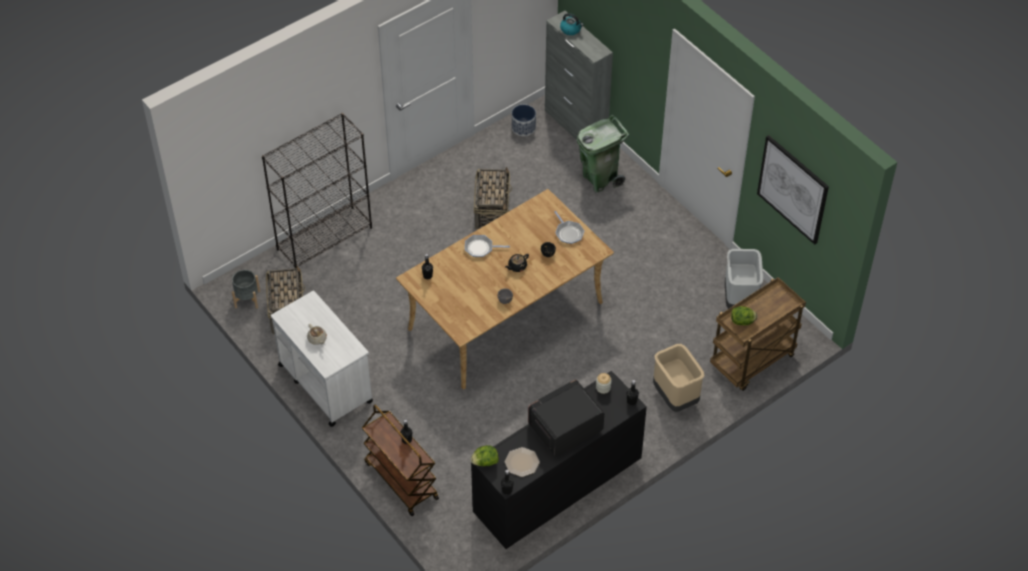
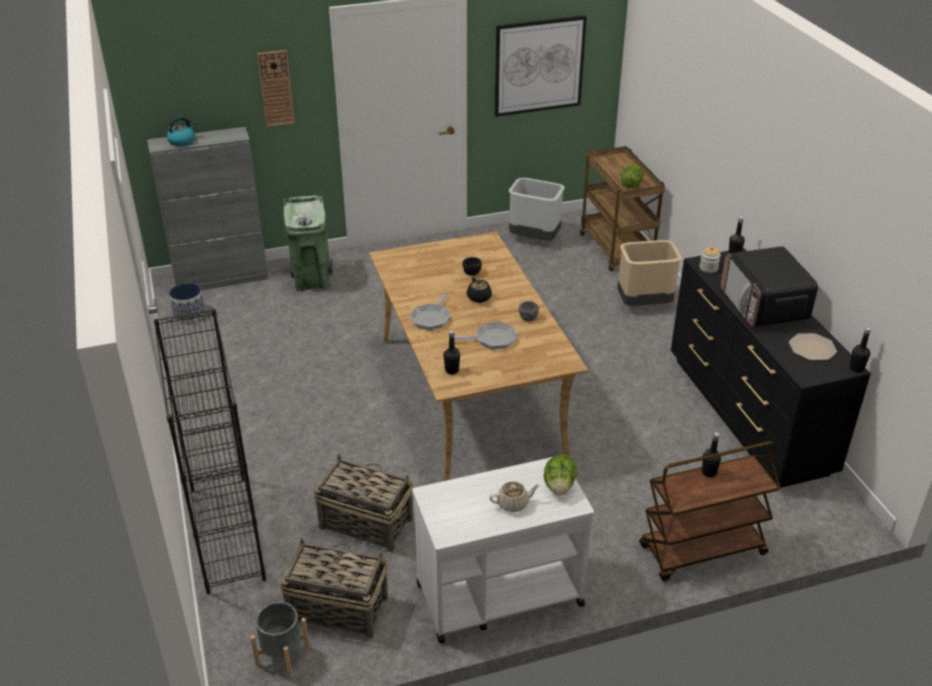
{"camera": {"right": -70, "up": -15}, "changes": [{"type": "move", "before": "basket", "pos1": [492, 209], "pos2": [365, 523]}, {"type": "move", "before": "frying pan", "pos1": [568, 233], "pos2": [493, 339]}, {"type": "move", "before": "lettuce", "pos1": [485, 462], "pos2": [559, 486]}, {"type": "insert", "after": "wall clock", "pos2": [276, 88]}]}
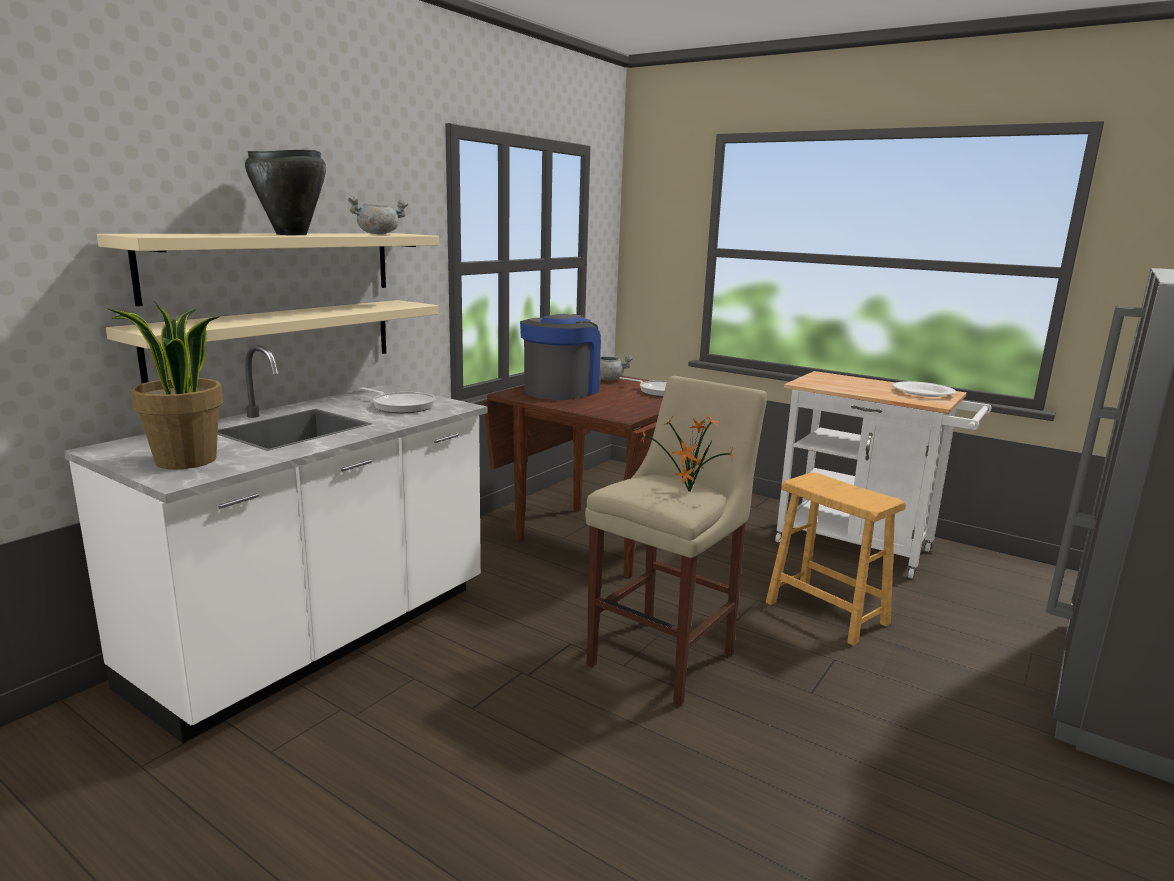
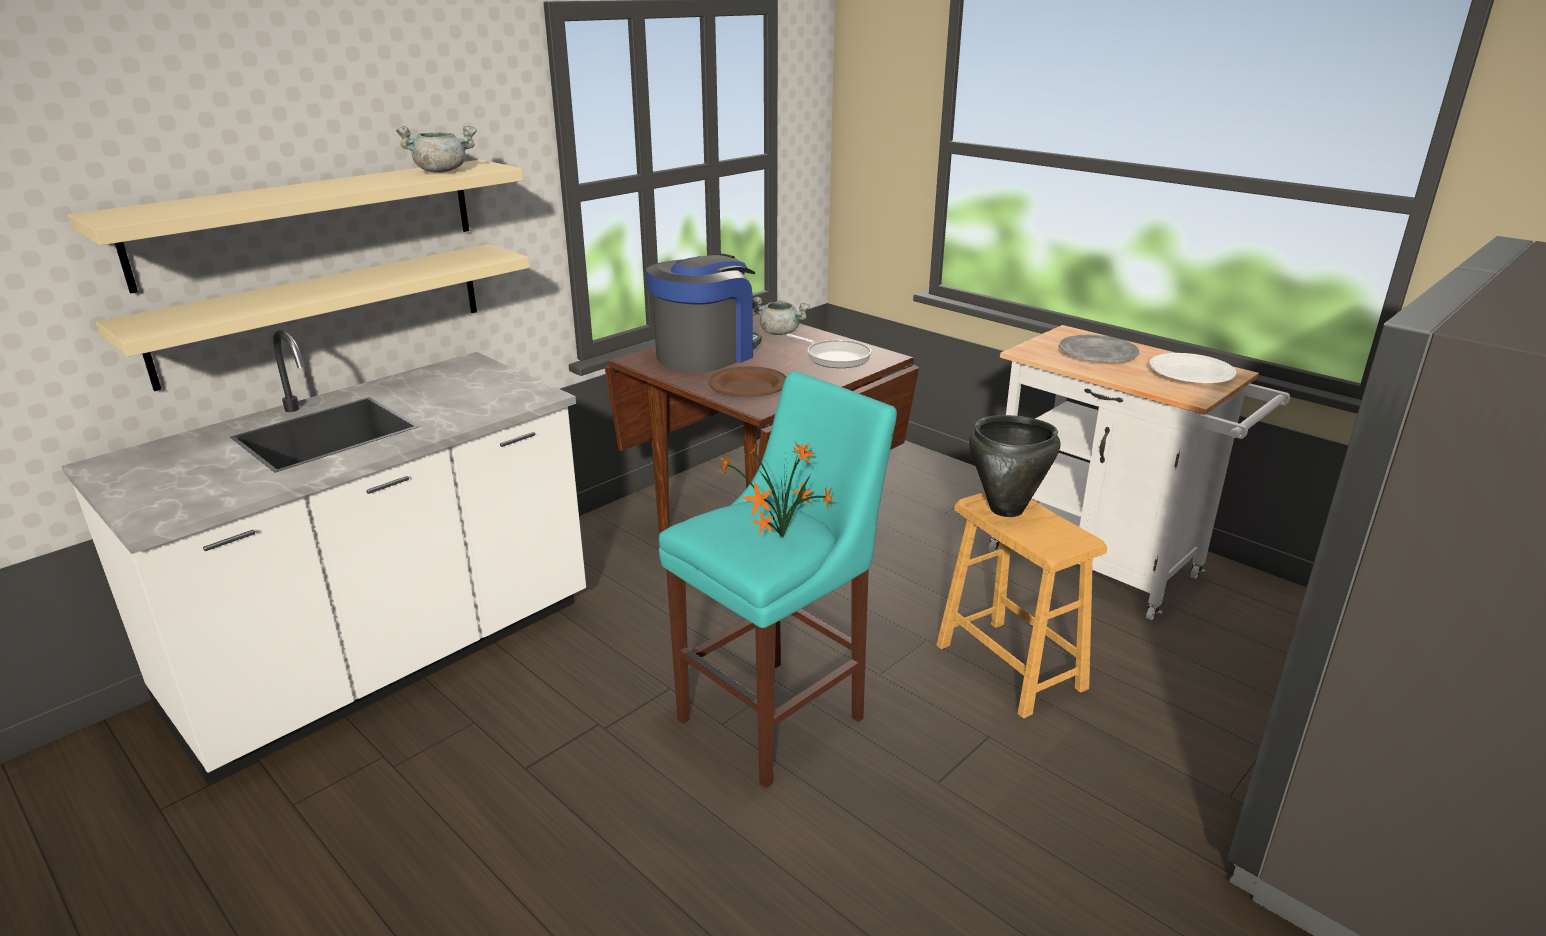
{"camera": {"right": 10, "up": 10}, "changes": [{"type": "move", "before": "black cooking pot", "pos1": [291, 234], "pos2": [1007, 509]}, {"type": "delete", "before": "potted plant", "pos1": [185, 461]}, {"type": "recolor", "before": "beige stool", "after": "turquoise stool", "pos1": [667, 656], "pos2": [779, 715]}, {"type": "delete", "before": "frying pan", "pos1": [401, 406]}, {"type": "insert", "after": "grey plate", "pos2": [1097, 353]}, {"type": "insert", "after": "brown plate", "pos2": [748, 387]}]}
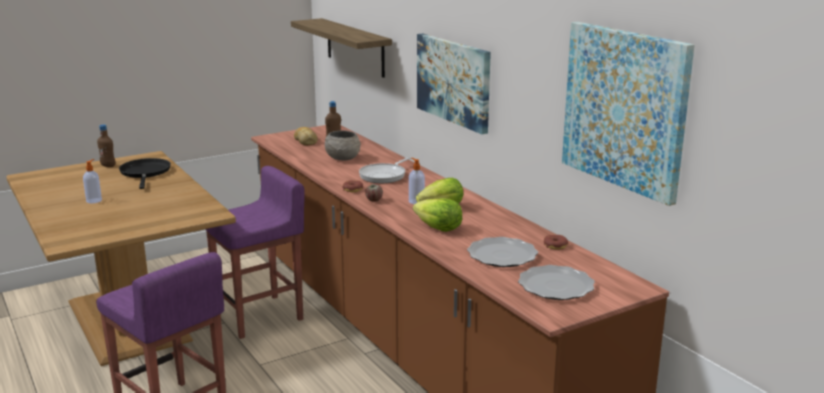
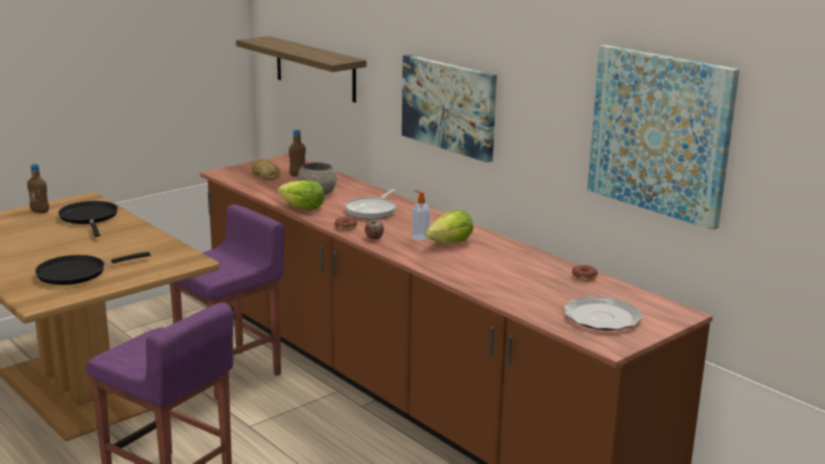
{"camera": {"right": -10, "up": 0}, "changes": [{"type": "delete", "before": "soap dispenser", "pos1": [94, 200]}, {"type": "move", "before": "lettuce", "pos1": [438, 228], "pos2": [302, 208]}, {"type": "delete", "before": "plate", "pos1": [502, 255]}, {"type": "insert", "after": "black frying pan", "pos2": [76, 273]}]}
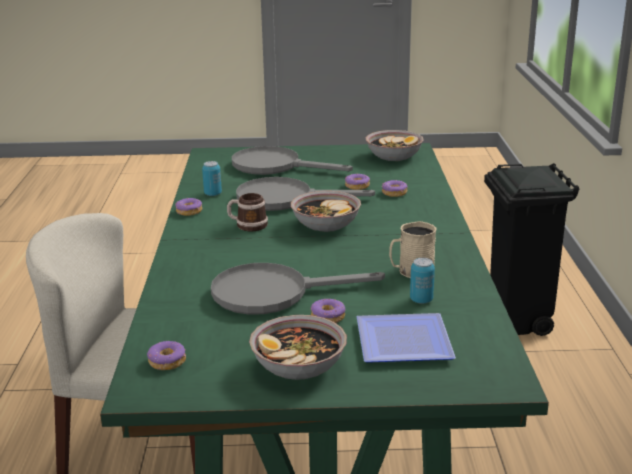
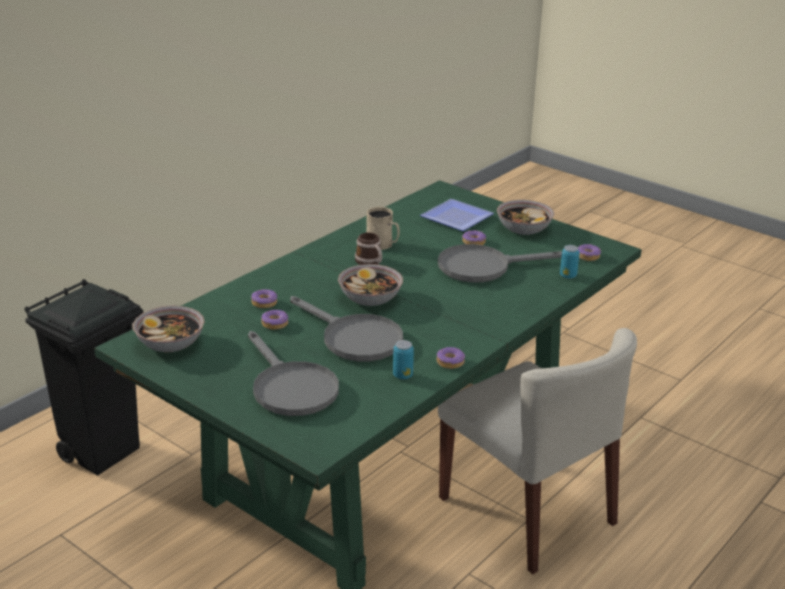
{"camera": {"right": -140, "up": 5}, "changes": [{"type": "move", "before": "mug", "pos1": [247, 225], "pos2": [370, 262]}, {"type": "move", "before": "can", "pos1": [421, 300], "pos2": [568, 276]}, {"type": "rotate", "before": "grey frying pan", "pos1": [274, 293], "pos2": [483, 267], "turn": 135}]}
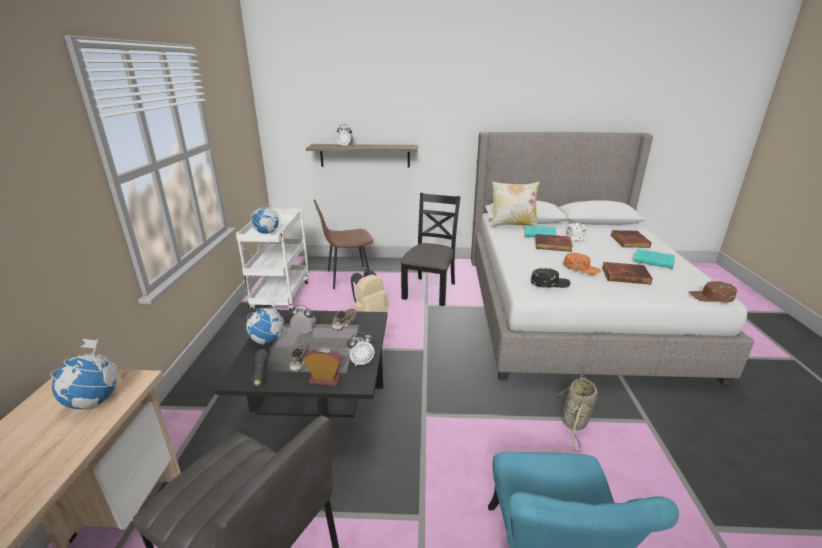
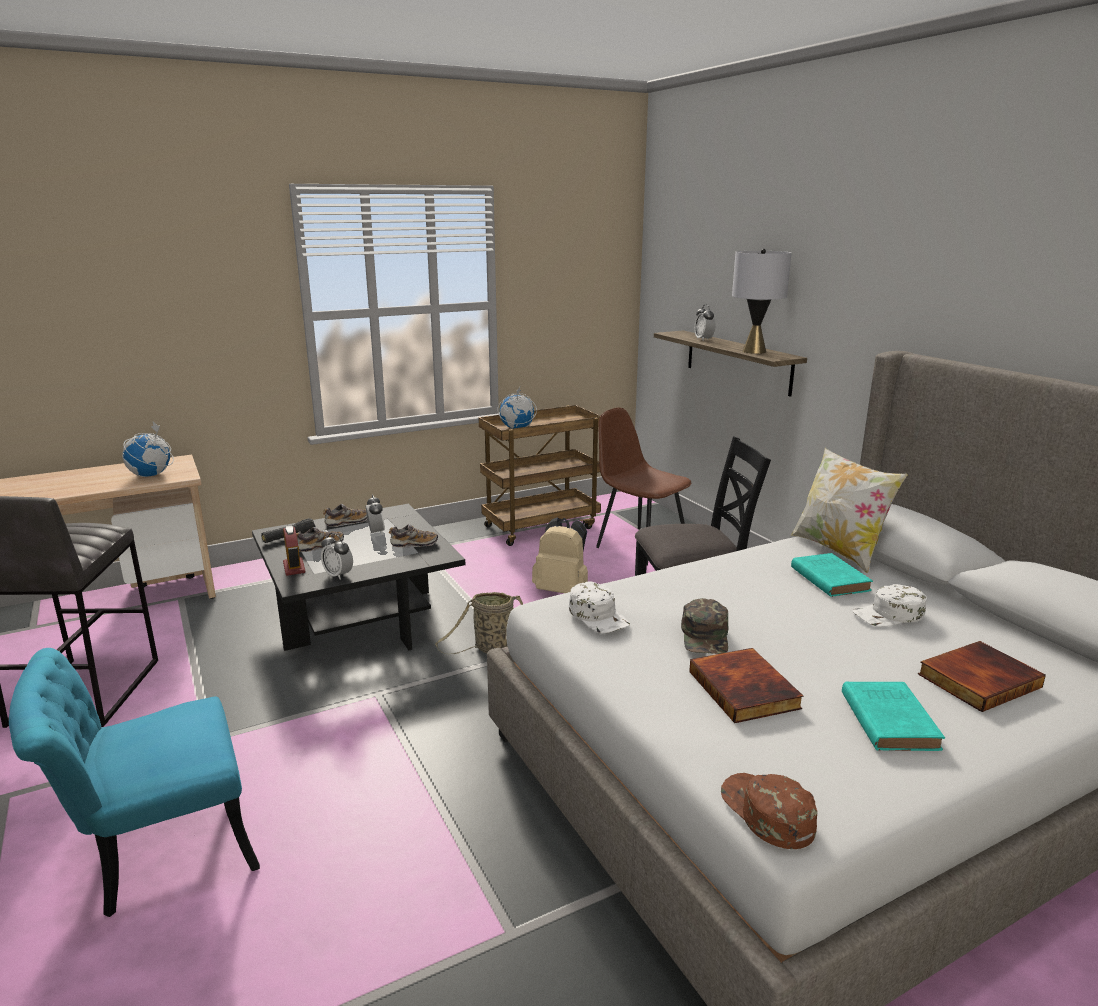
{"camera": {"right": 60, "up": -5}, "changes": [{"type": "recolor", "before": "white cart", "after": "brown cart", "pos1": [281, 295], "pos2": [541, 526]}, {"type": "delete", "before": "book", "pos1": [552, 245]}, {"type": "recolor", "before": "orange cap", "after": "green cap", "pos1": [581, 268], "pos2": [705, 636]}, {"type": "recolor", "before": "black cap", "after": "white cap", "pos1": [550, 282], "pos2": [598, 616]}, {"type": "replace", "before": "globe", "after": "shoe", "pos1": [268, 340], "pos2": [347, 522]}, {"type": "move", "before": "basket", "pos1": [574, 424], "pos2": [491, 649]}, {"type": "insert", "after": "grey table lamp", "pos2": [754, 351]}]}
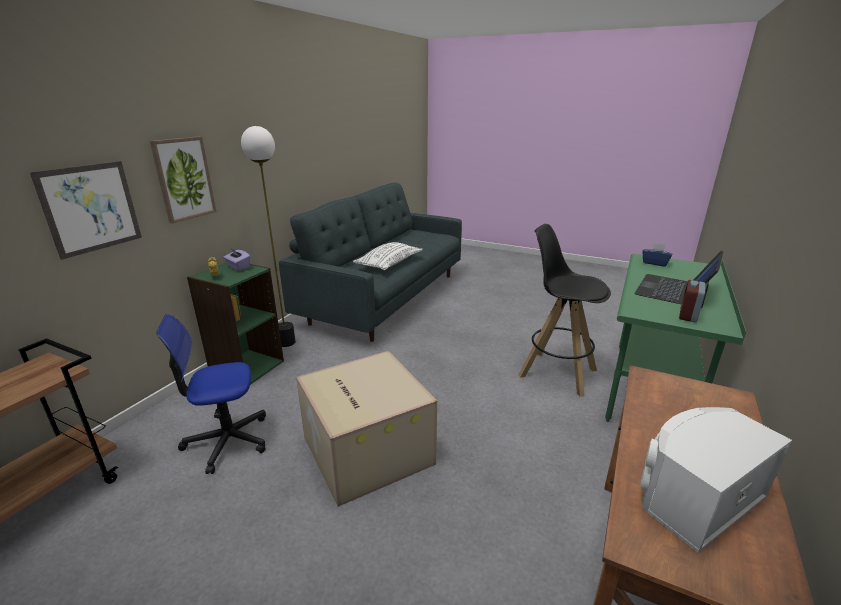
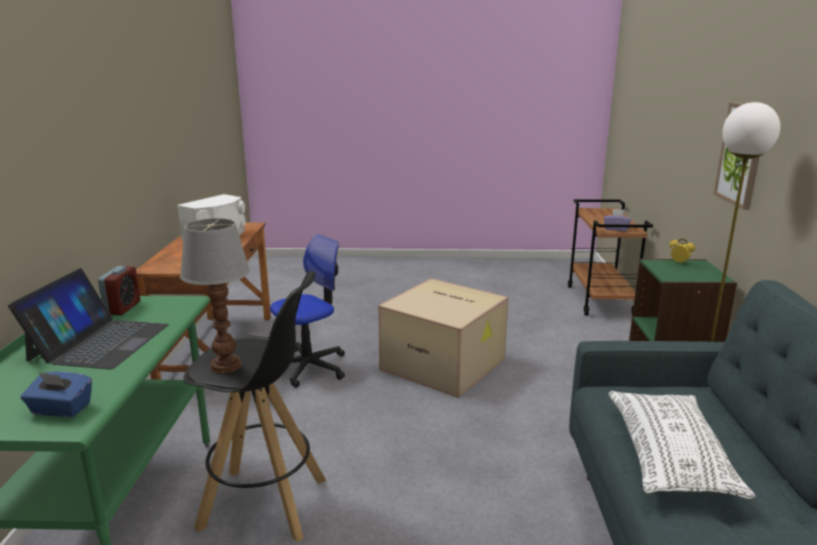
{"camera": {"right": 155, "up": -5}, "changes": [{"type": "delete", "before": "picture", "pos1": [91, 208]}, {"type": "move", "before": "purple tissue box", "pos1": [238, 267], "pos2": [616, 229]}, {"type": "move", "before": "office chair", "pos1": [227, 440], "pos2": [309, 367]}, {"type": "insert", "after": "table lamp", "pos2": [225, 366]}]}
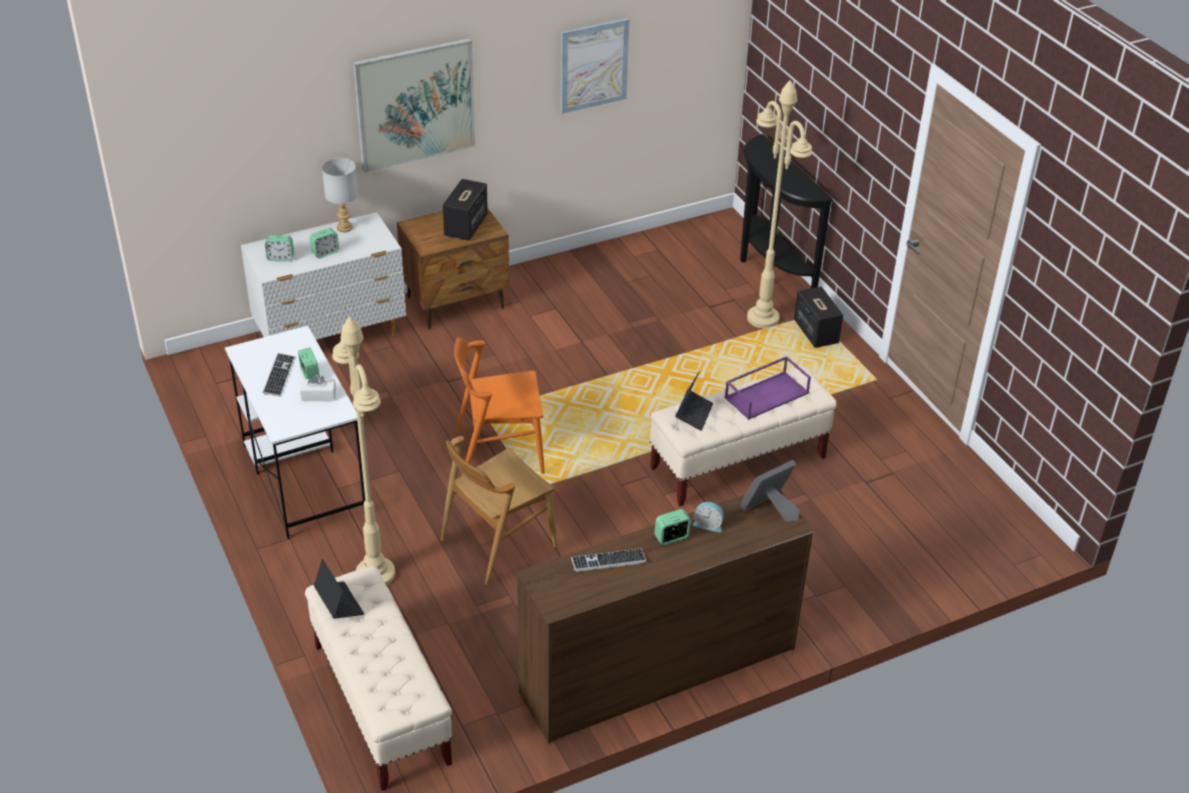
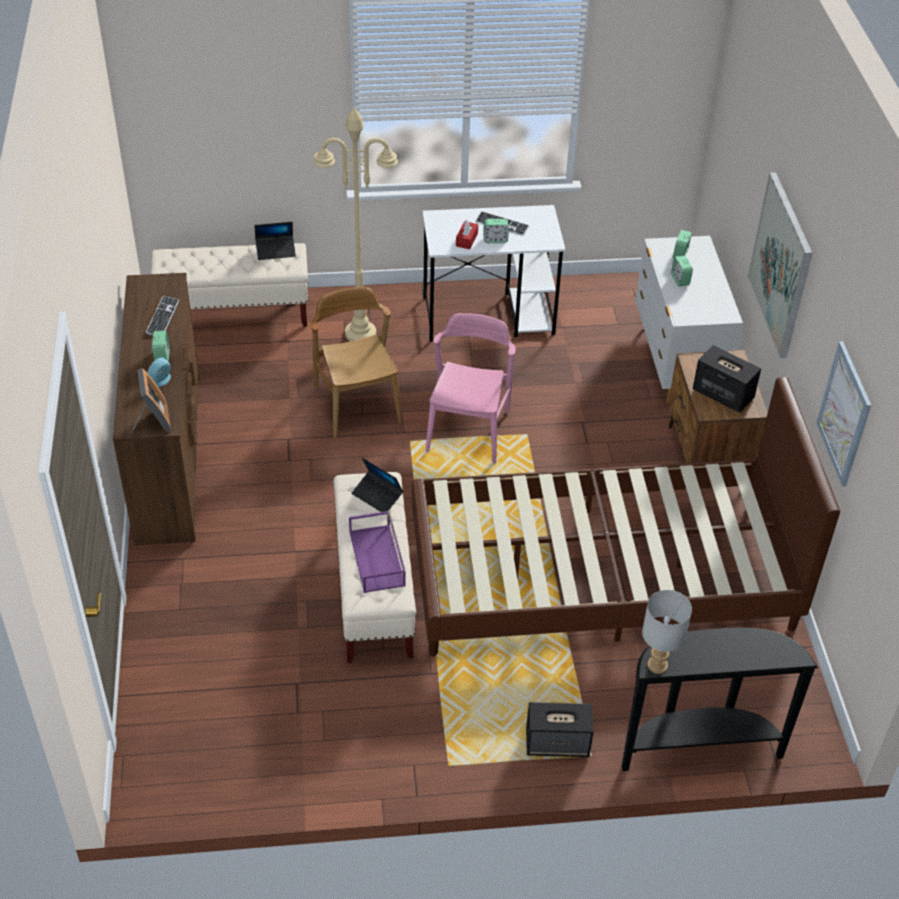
{"camera": {"right": 110, "up": 5}, "changes": [{"type": "delete", "before": "beige floor lamp", "pos1": [763, 318]}, {"type": "move", "before": "grey table lamp", "pos1": [344, 228], "pos2": [657, 664]}, {"type": "recolor", "before": "orange chair", "after": "pink chair", "pos1": [498, 452], "pos2": [468, 431]}, {"type": "recolor", "before": "white tissue box", "after": "red tissue box", "pos1": [318, 395], "pos2": [466, 240]}, {"type": "insert", "after": "brown bed", "pos2": [601, 576]}]}
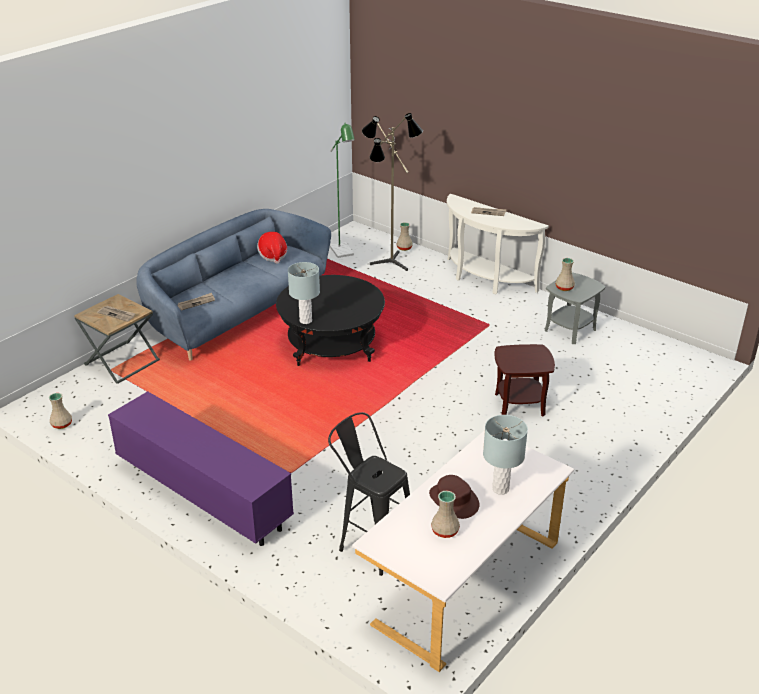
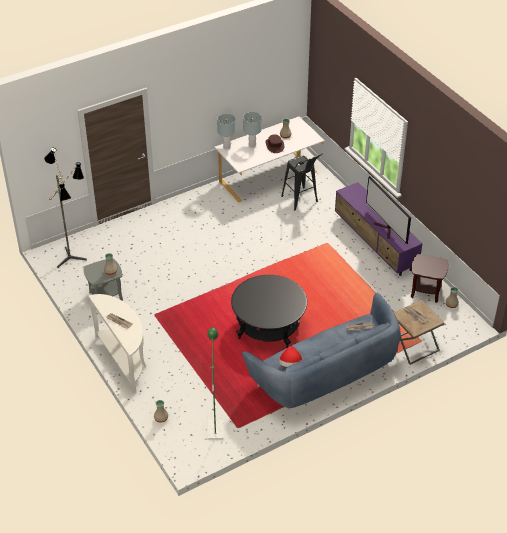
{"camera": {"right": -160, "up": 10}, "changes": [{"type": "move", "before": "floor lamp", "pos1": [388, 264], "pos2": [73, 257]}, {"type": "move", "before": "grey table lamp", "pos1": [306, 320], "pos2": [226, 147]}, {"type": "move", "before": "brown side table", "pos1": [519, 404], "pos2": [426, 291]}, {"type": "insert", "after": "television", "pos2": [386, 229]}]}
